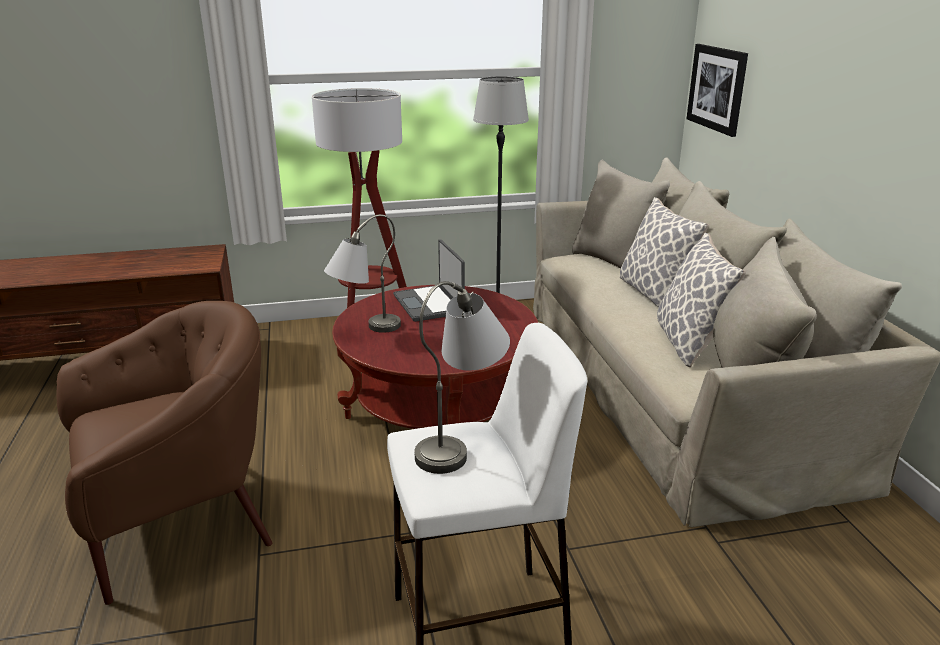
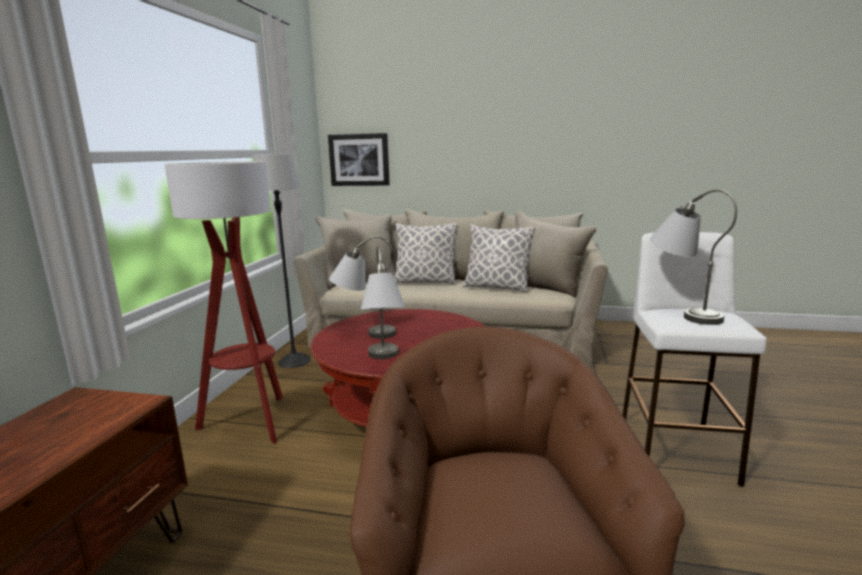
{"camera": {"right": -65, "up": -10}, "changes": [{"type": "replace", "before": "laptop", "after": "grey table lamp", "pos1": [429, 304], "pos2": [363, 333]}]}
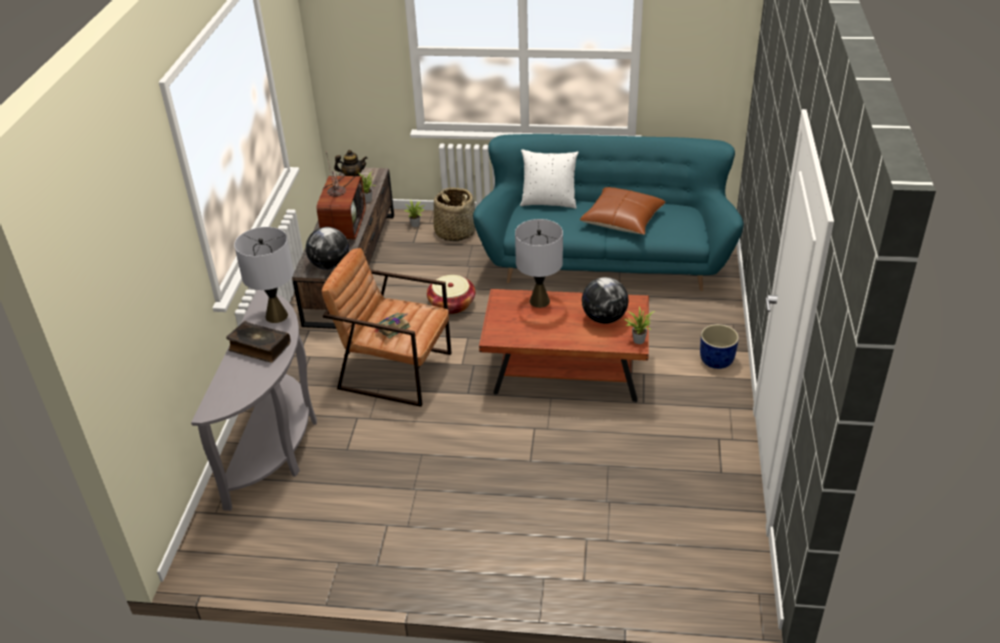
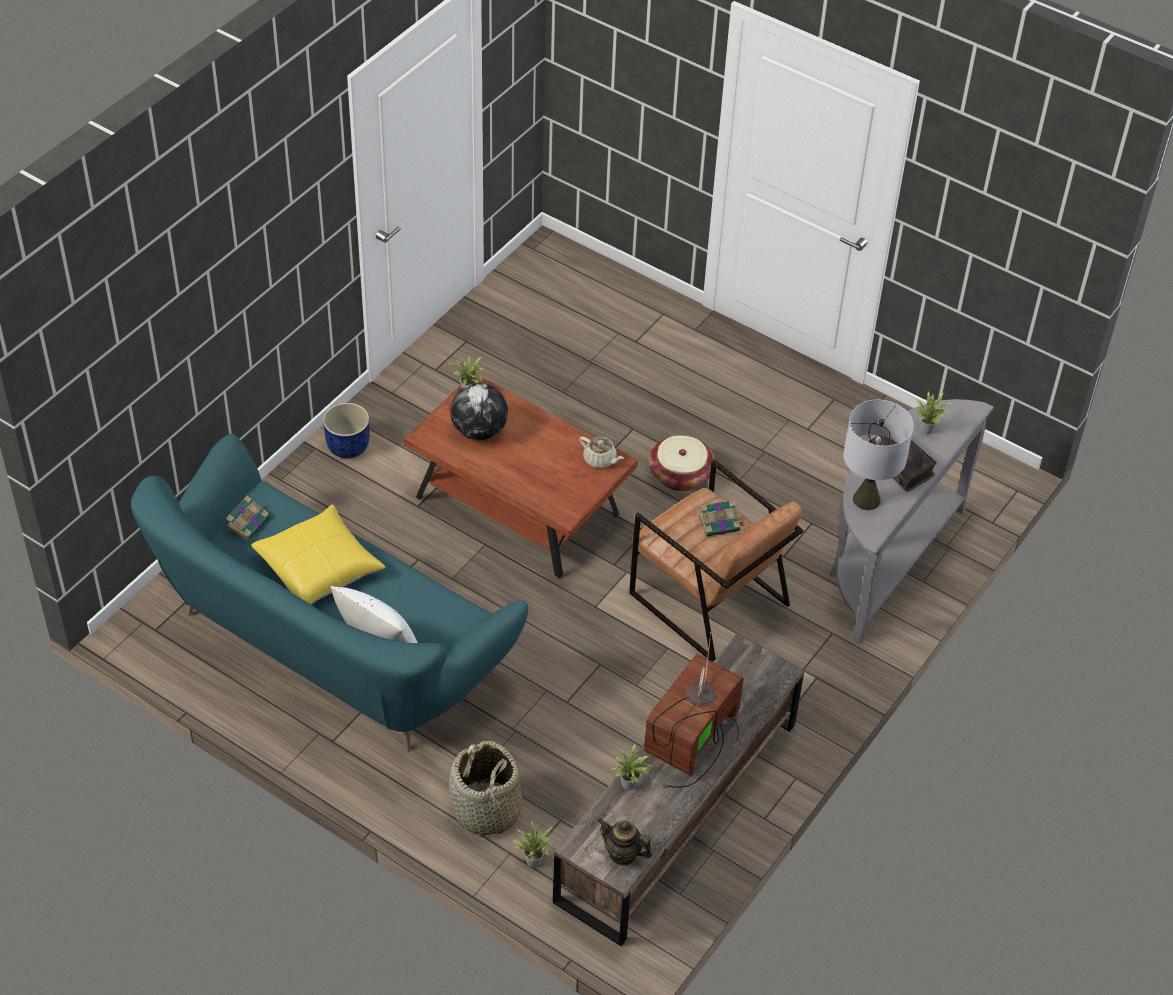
{"camera": {"right": -155, "up": 10}, "changes": [{"type": "recolor", "before": "brown pillow", "after": "yellow pillow", "pos1": [622, 220], "pos2": [319, 567]}, {"type": "delete", "before": "grey table lamp", "pos1": [539, 301]}, {"type": "delete", "before": "globe", "pos1": [330, 265]}, {"type": "move", "before": "basket", "pos1": [452, 304], "pos2": [680, 475]}, {"type": "insert", "after": "potted plant", "pos2": [928, 428]}, {"type": "insert", "after": "beige teapot", "pos2": [600, 460]}, {"type": "insert", "after": "book", "pos2": [248, 523]}]}
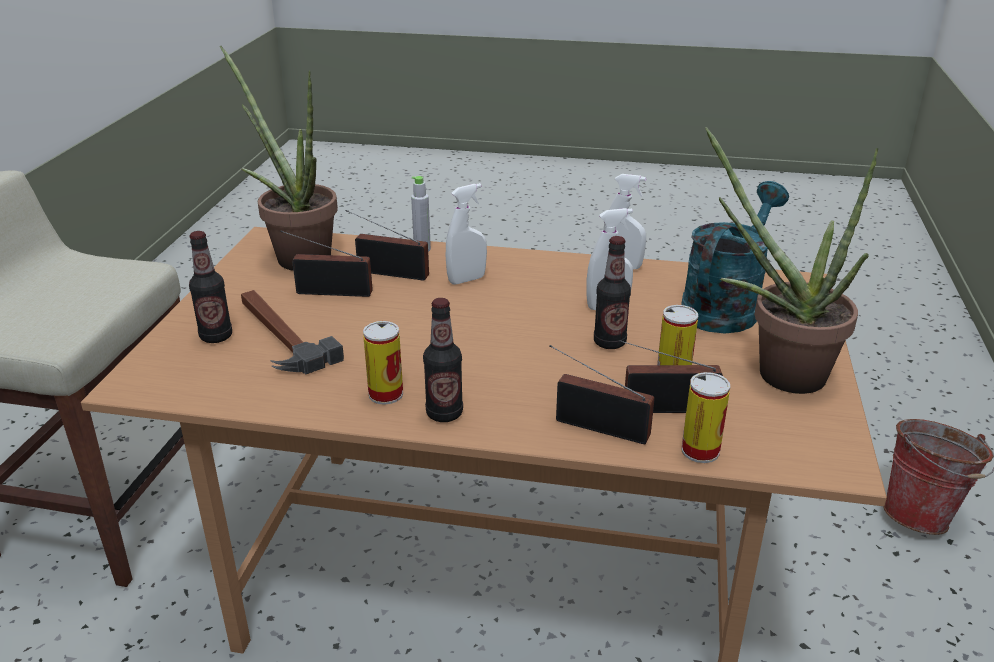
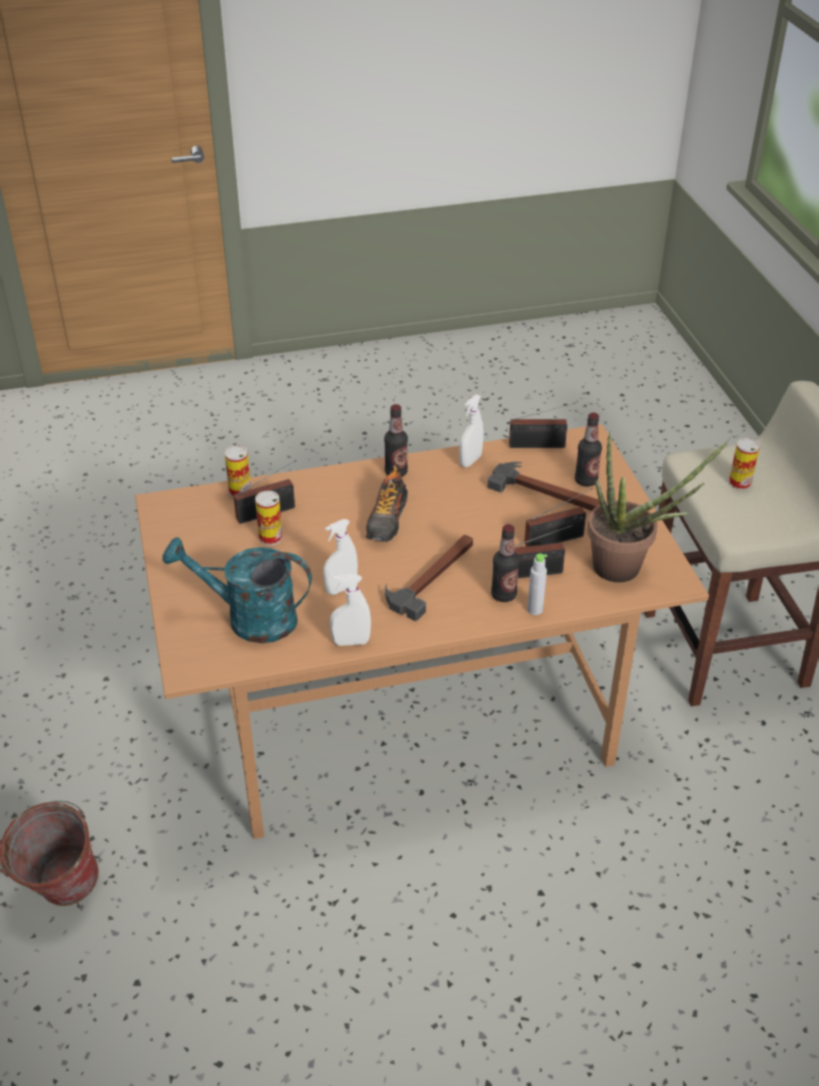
{"camera": {"right": 155, "up": 10}, "changes": [{"type": "delete", "before": "potted plant", "pos1": [776, 372]}, {"type": "rotate", "before": "turquoise watering can", "pos1": [725, 305], "pos2": [249, 618], "turn": 90}, {"type": "move", "before": "white spray bottle", "pos1": [466, 280], "pos2": [470, 461]}, {"type": "move", "before": "bottle", "pos1": [609, 342], "pos2": [503, 595]}, {"type": "move", "before": "can", "pos1": [385, 394], "pos2": [739, 483]}, {"type": "move", "before": "radio", "pos1": [597, 426], "pos2": [540, 445]}, {"type": "insert", "after": "shoe", "pos2": [387, 519]}, {"type": "insert", "after": "hammer", "pos2": [432, 577]}]}
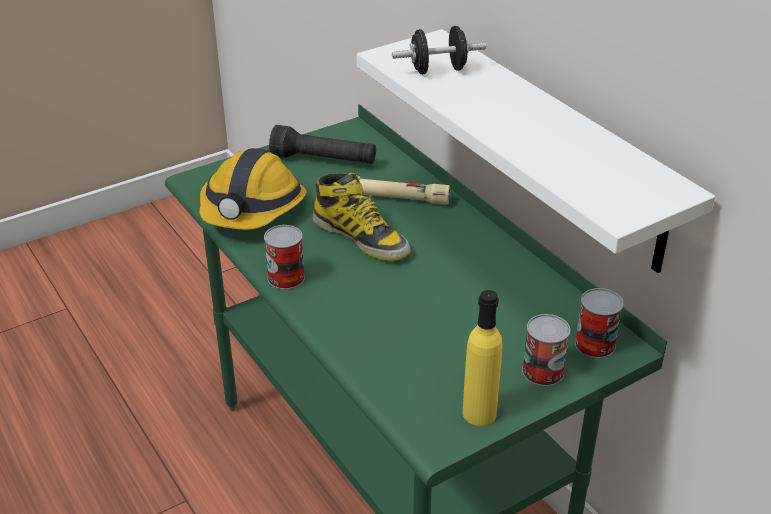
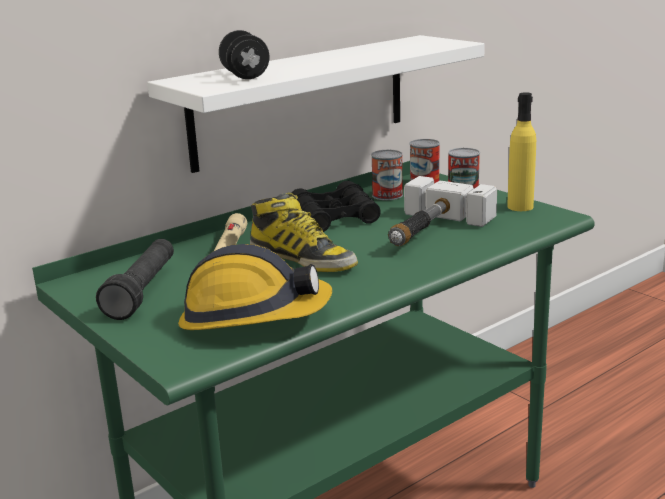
{"camera": {"right": -95, "up": -15}, "changes": [{"type": "rotate", "before": "boot", "pos1": [361, 237], "pos2": [303, 259], "turn": 90}, {"type": "move", "before": "can", "pos1": [286, 277], "pos2": [387, 195]}, {"type": "insert", "after": "hammer", "pos2": [428, 231]}, {"type": "insert", "after": "black binoculars", "pos2": [334, 218]}]}
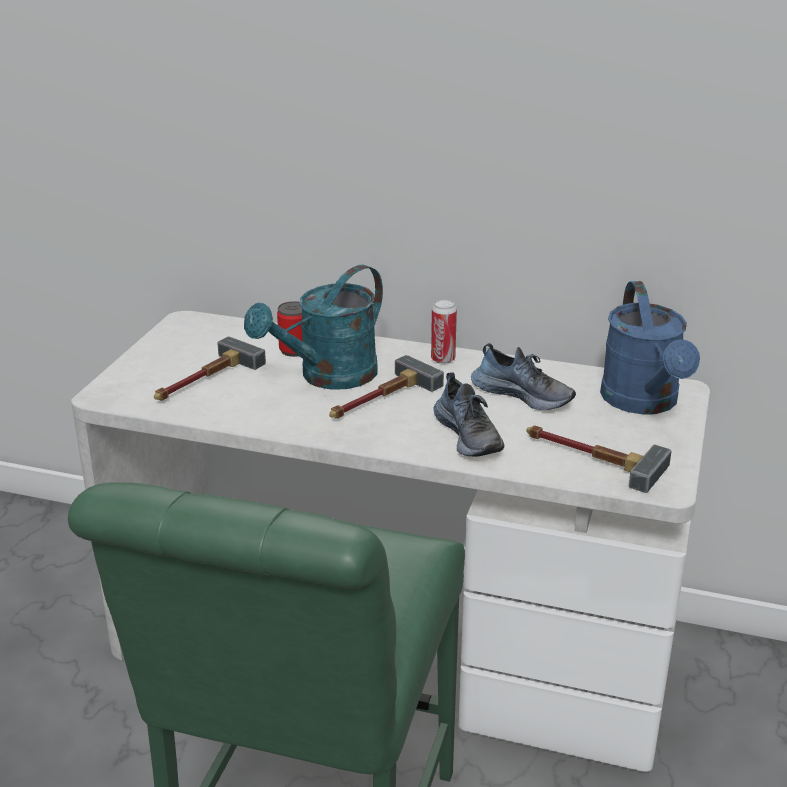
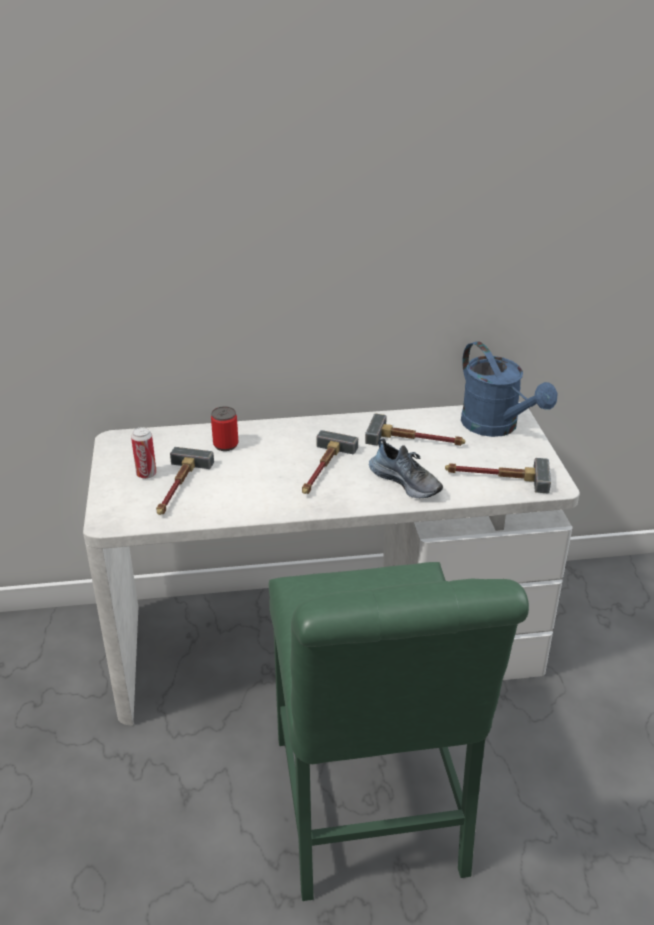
{"camera": {"right": -25, "up": 5}, "changes": [{"type": "delete", "before": "turquoise watering can", "pos1": [328, 377]}, {"type": "move", "before": "can", "pos1": [443, 359], "pos2": [146, 474]}, {"type": "replace", "before": "shoe", "after": "hammer", "pos1": [523, 394], "pos2": [416, 440]}]}
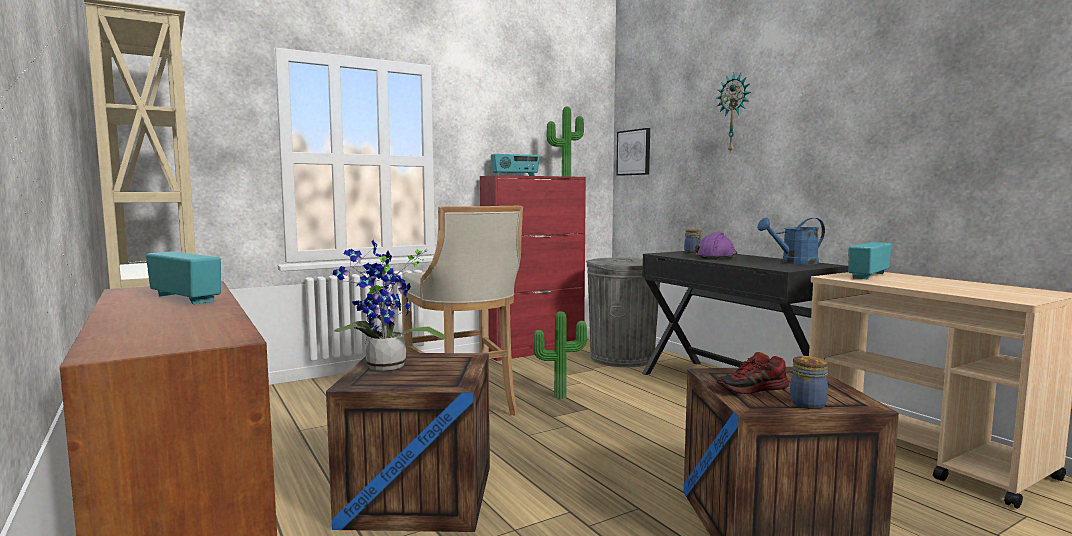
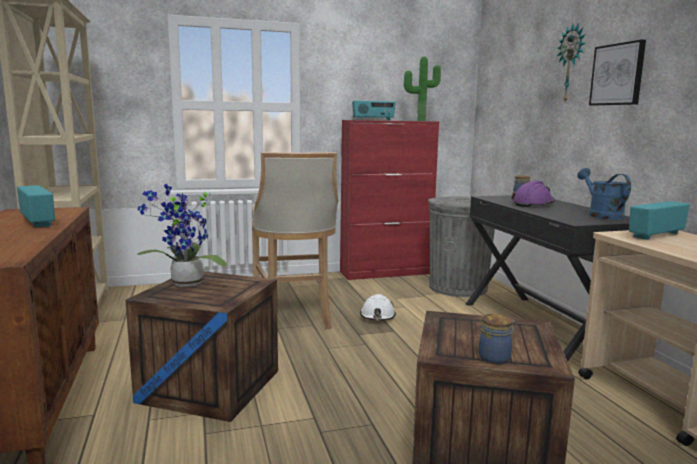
{"camera": {"right": 15, "up": 5}, "changes": [{"type": "move", "before": "picture", "pos1": [634, 152], "pos2": [617, 74]}, {"type": "rotate", "before": "blue watering can", "pos1": [794, 262], "pos2": [601, 215], "turn": 75}, {"type": "replace", "before": "potted plant", "after": "white hard hat", "pos1": [559, 396], "pos2": [377, 316]}, {"type": "delete", "before": "shoe", "pos1": [752, 389]}]}
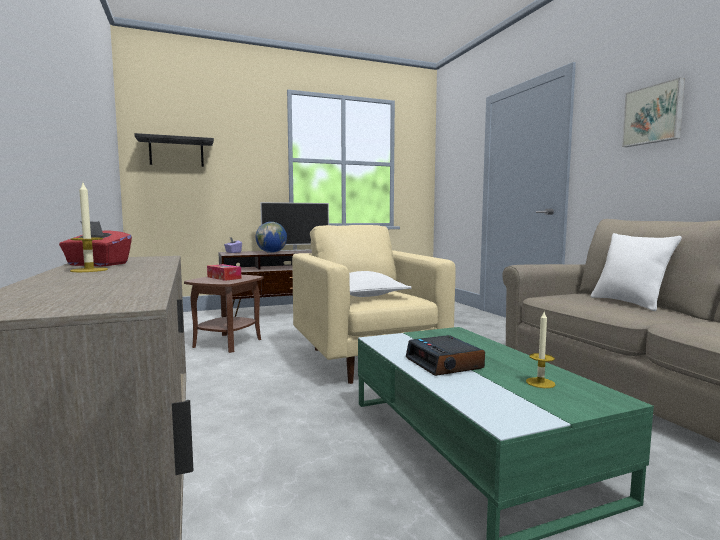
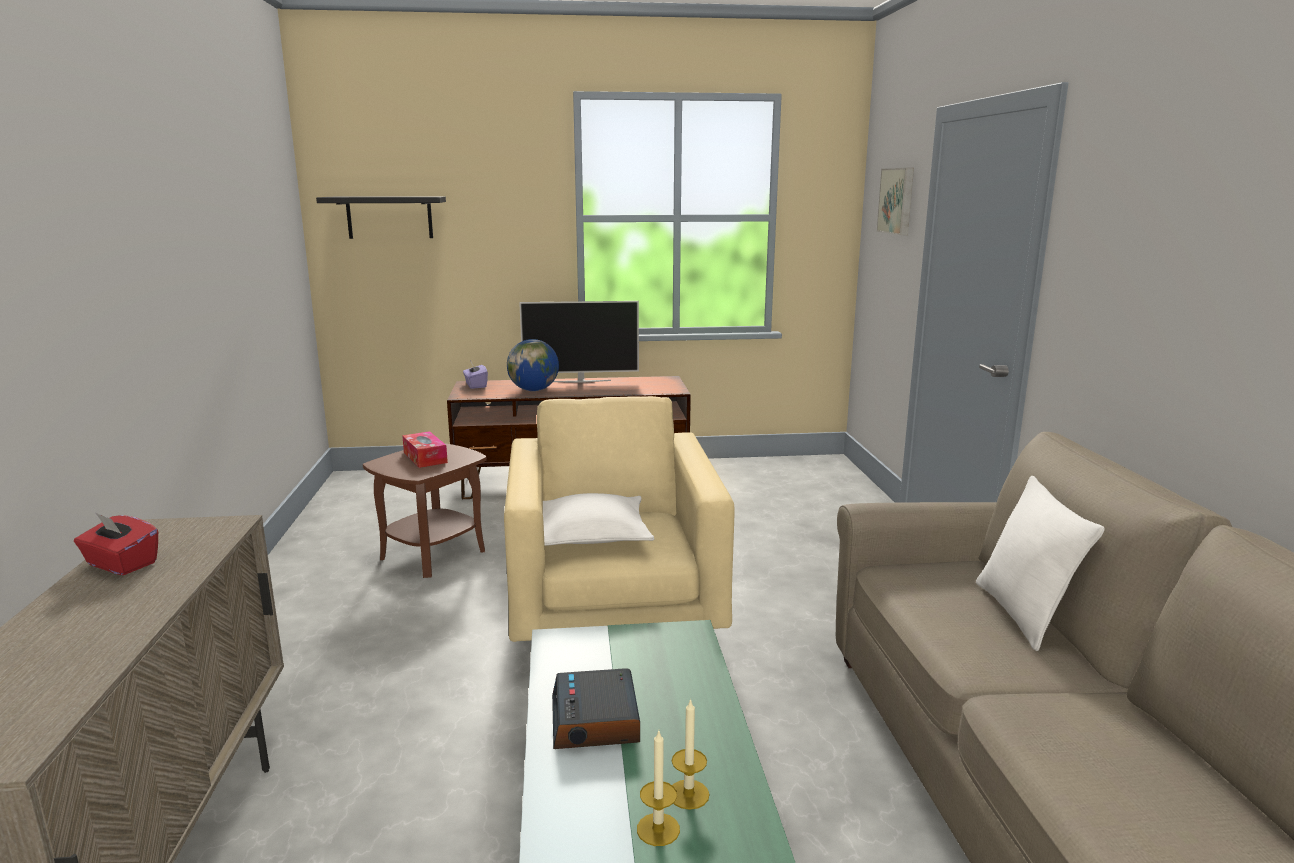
{"camera": {"right": 15, "up": 10}, "changes": [{"type": "move", "before": "picture", "pos1": [653, 115], "pos2": [898, 201]}, {"type": "move", "before": "candle", "pos1": [89, 270], "pos2": [658, 829]}]}
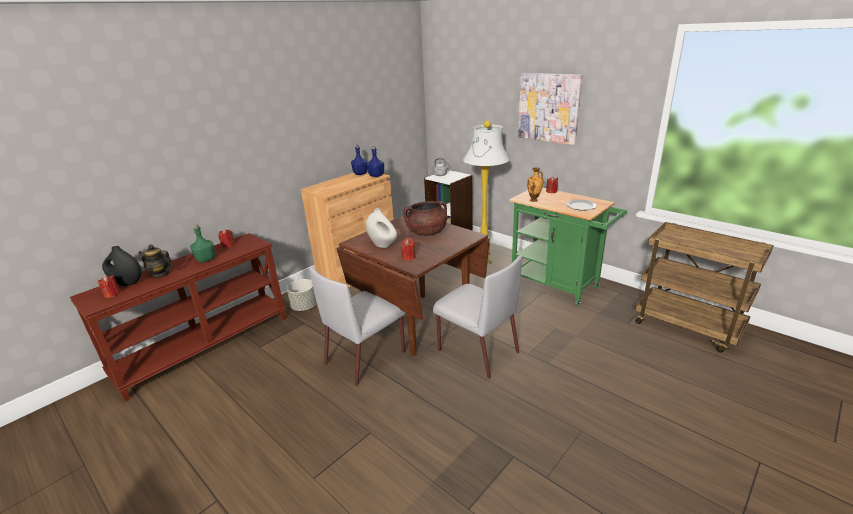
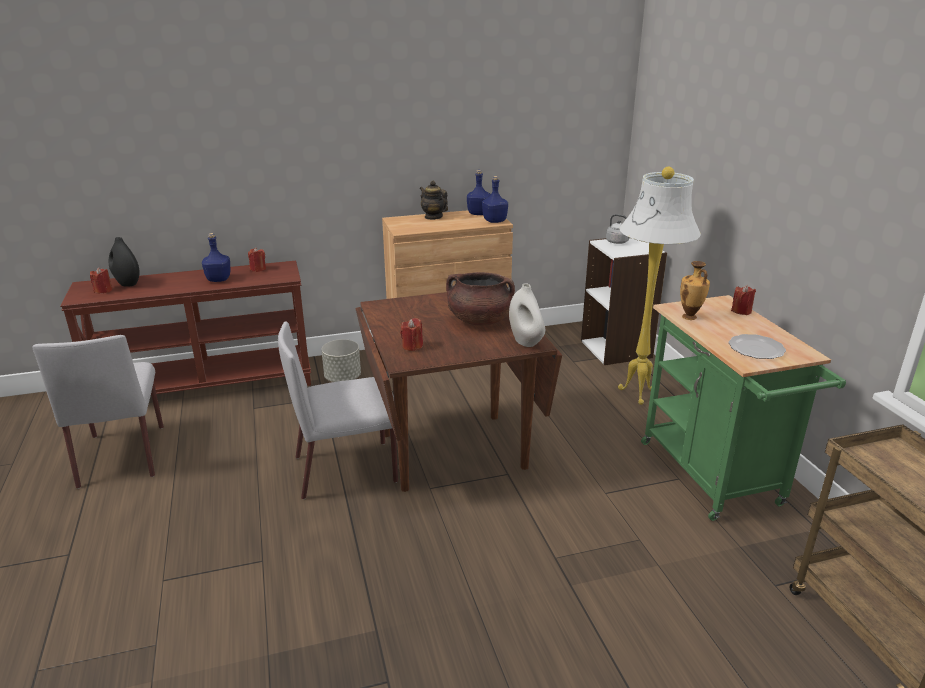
{"camera": {"right": 30, "up": 0}, "changes": [{"type": "delete", "before": "picture", "pos1": [549, 108]}, {"type": "move", "before": "white vase", "pos1": [382, 245], "pos2": [526, 341]}, {"type": "recolor", "before": "green bottle", "after": "blue bottle", "pos1": [205, 259], "pos2": [219, 279]}, {"type": "move", "before": "teapot", "pos1": [160, 274], "pos2": [433, 217]}, {"type": "move", "before": "grey chair", "pos1": [476, 351], "pos2": [122, 454]}]}
